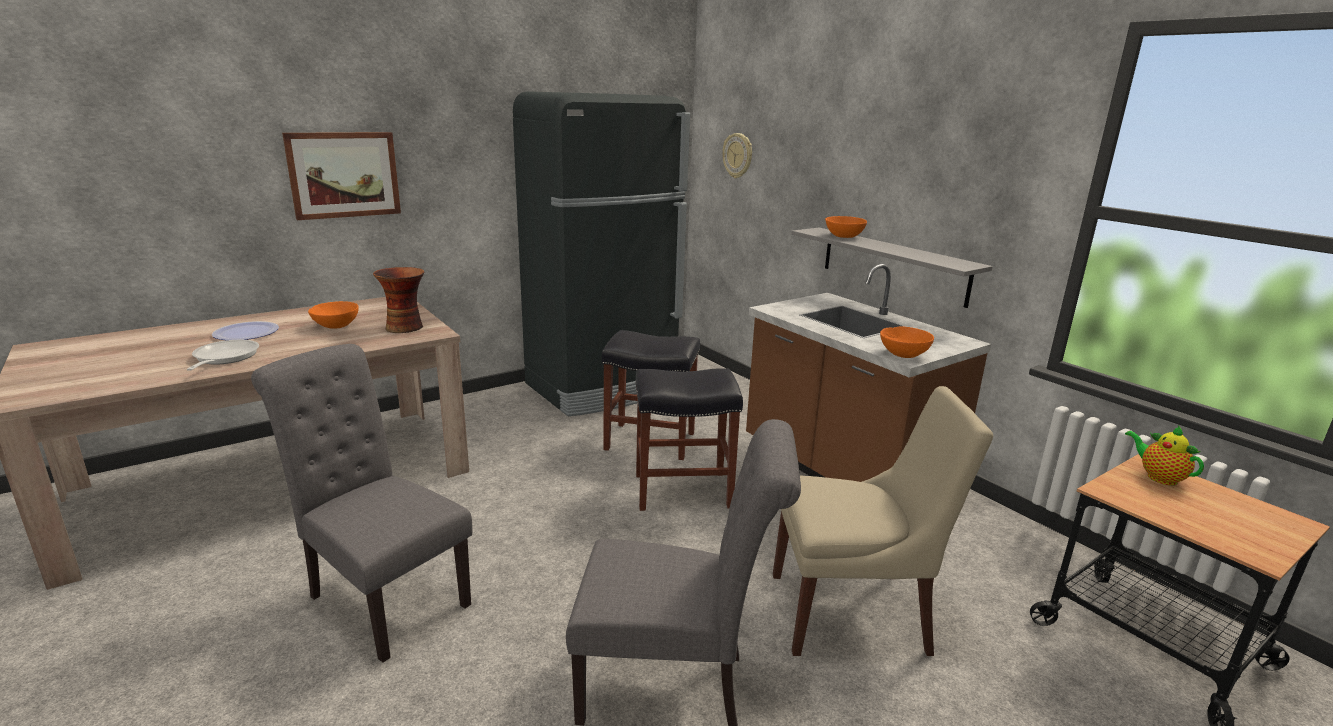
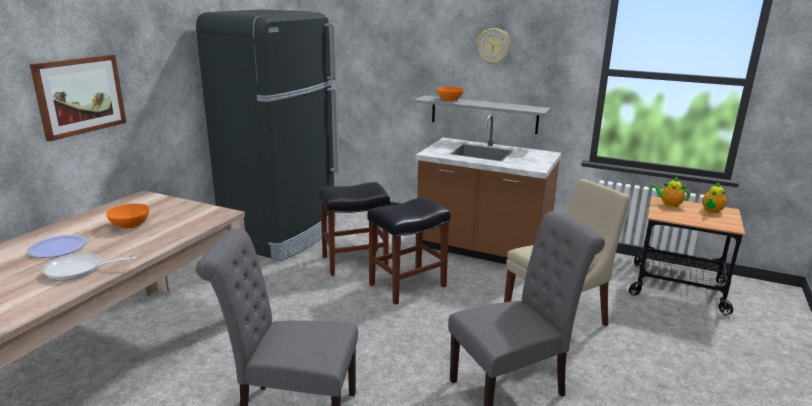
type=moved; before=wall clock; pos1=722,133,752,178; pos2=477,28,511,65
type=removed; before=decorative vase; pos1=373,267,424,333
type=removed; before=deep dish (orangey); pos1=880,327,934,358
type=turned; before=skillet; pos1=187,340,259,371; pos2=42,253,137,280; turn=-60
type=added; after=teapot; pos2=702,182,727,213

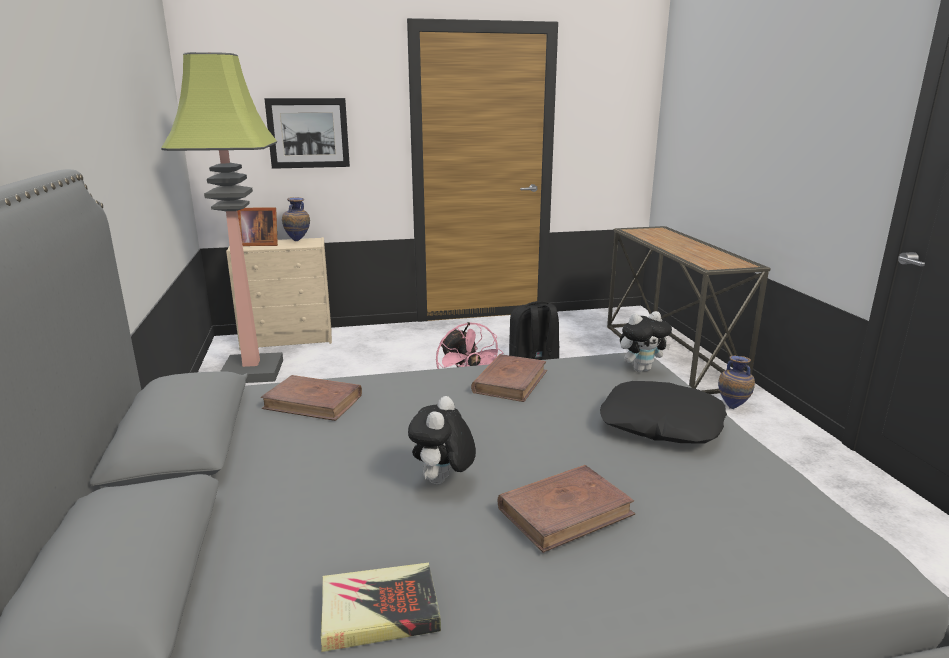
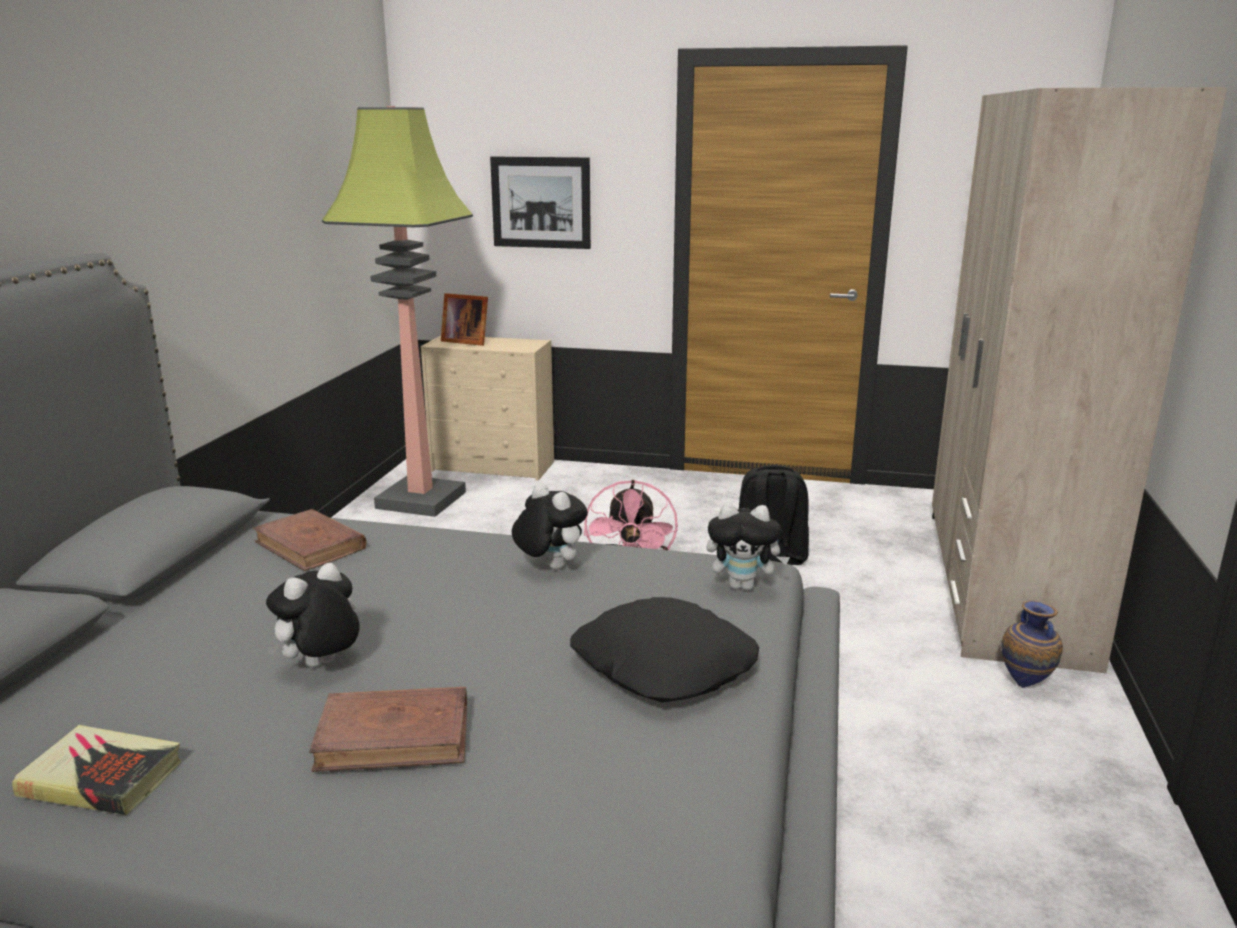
type=removed; before=decorative vase; pos1=282,197,310,241
type=replaced; before=narrow table; after=clothes cupboard (sand-coloured); pos1=607,226,771,394; pos2=932,87,1227,673
type=replaced; before=book (brown); after=soft toy; pos1=471,354,547,402; pos2=512,483,588,570

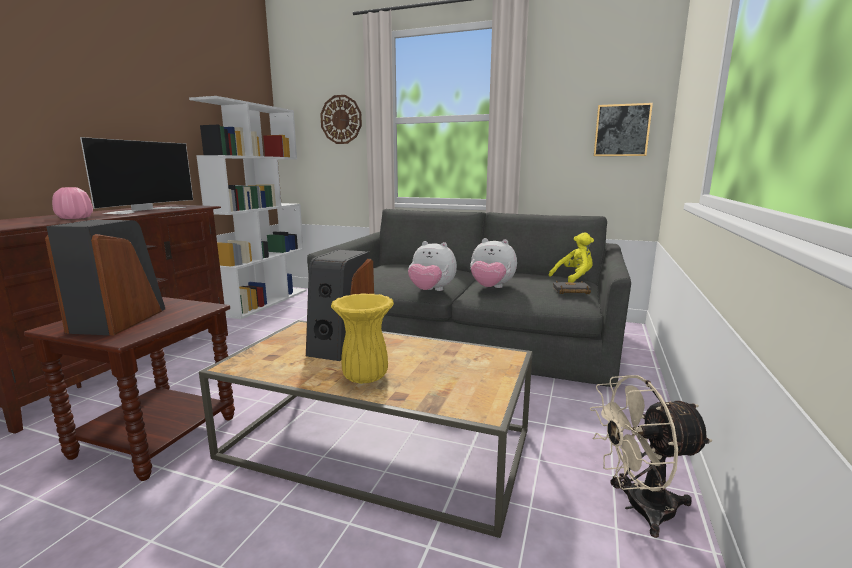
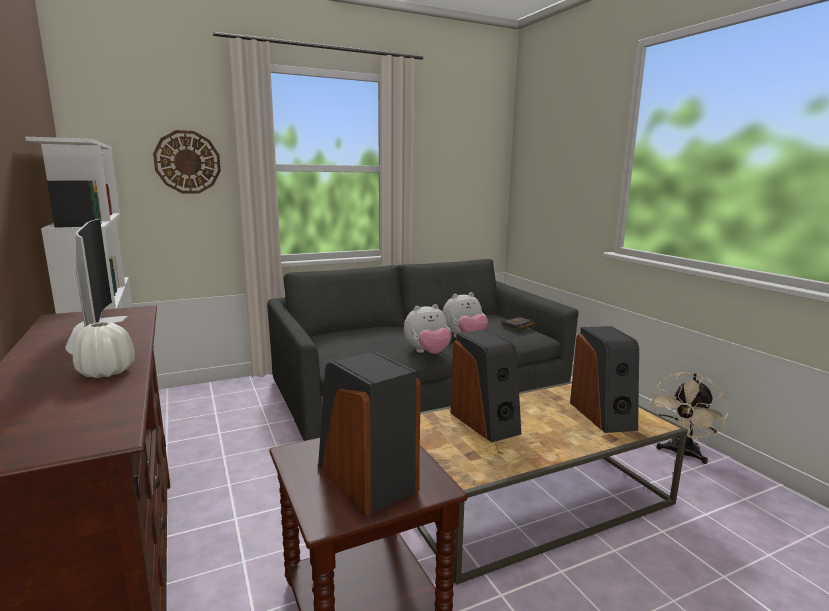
type=removed; before=wall picture; pos1=594,103,653,156
type=recoloured; before=decorative vase (pink-coloured); after=decorative vase (whitish); pos1=52,187,93,219; pos2=73,322,135,378
type=removed; before=soft toy (yellow); pos1=549,232,594,282
type=removed; before=decorative vase (yellow); pos1=331,293,394,384
type=added; after=audio speaker; pos2=570,326,639,433

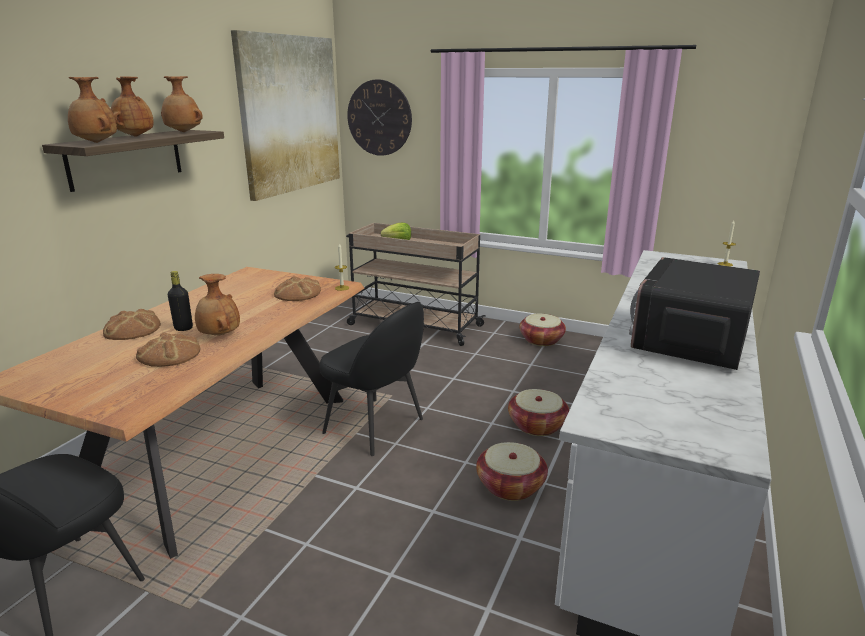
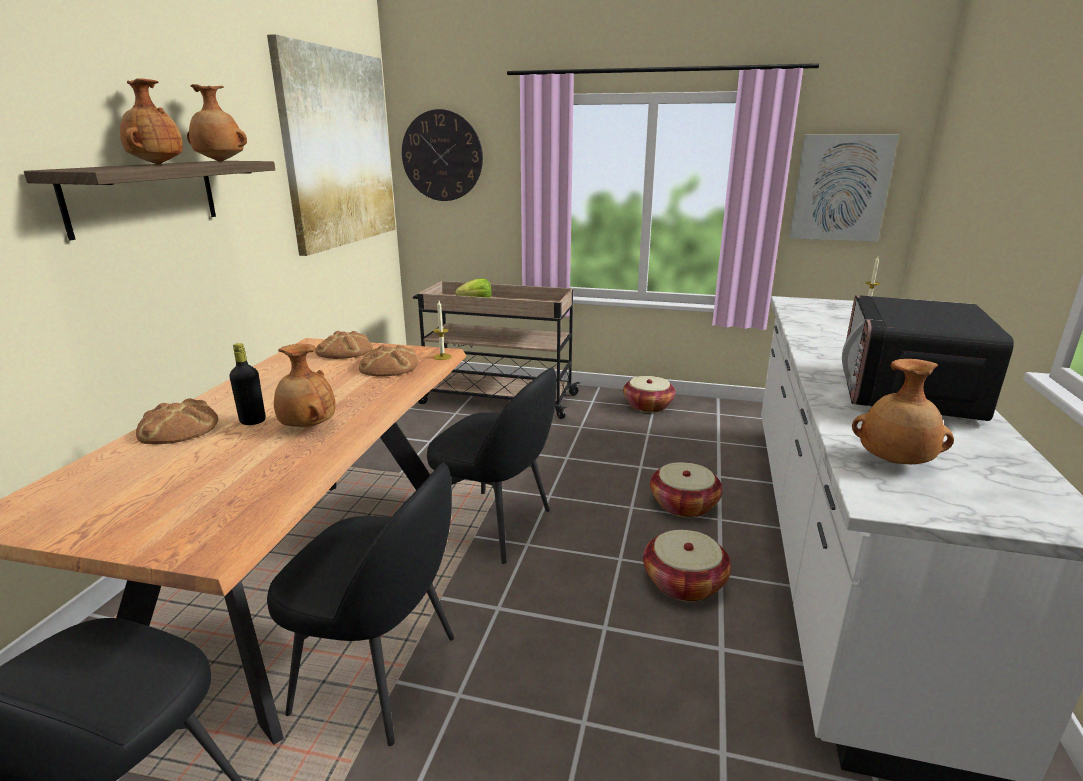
type=moved; before=decorative vase (brown); pos1=68,77,117,143; pos2=852,359,954,464
type=moved; before=bread; pos1=136,332,201,367; pos2=315,330,372,359
type=added; after=wall picture; pos2=789,135,899,241
type=added; after=upright chair (black-coloured); pos2=267,462,454,746

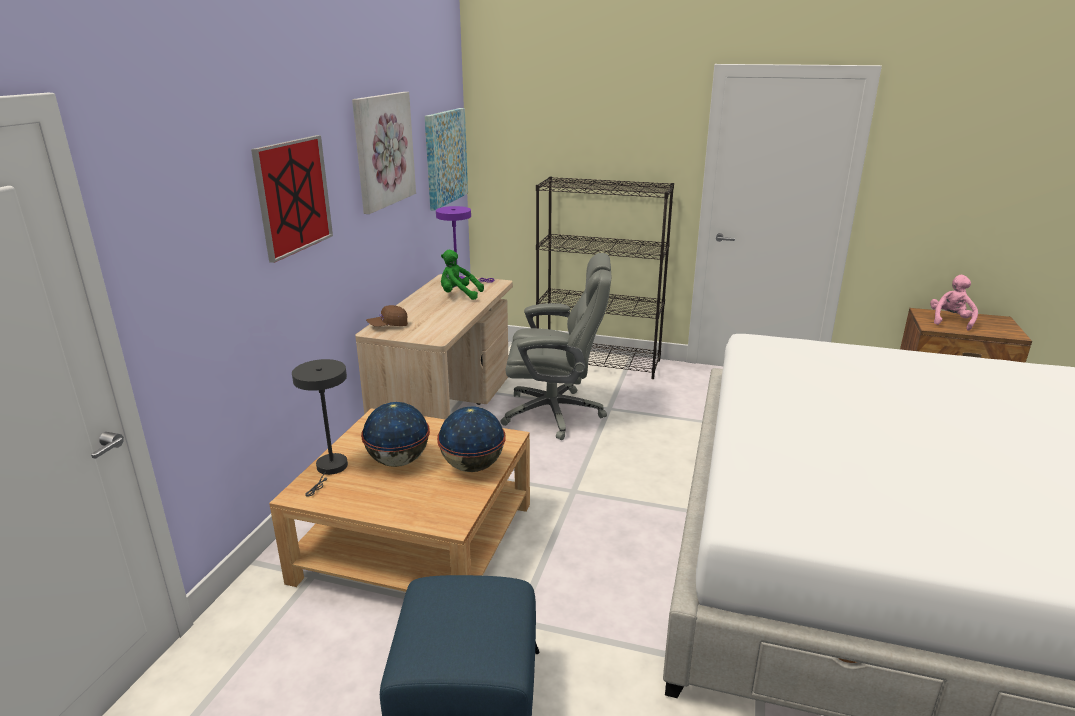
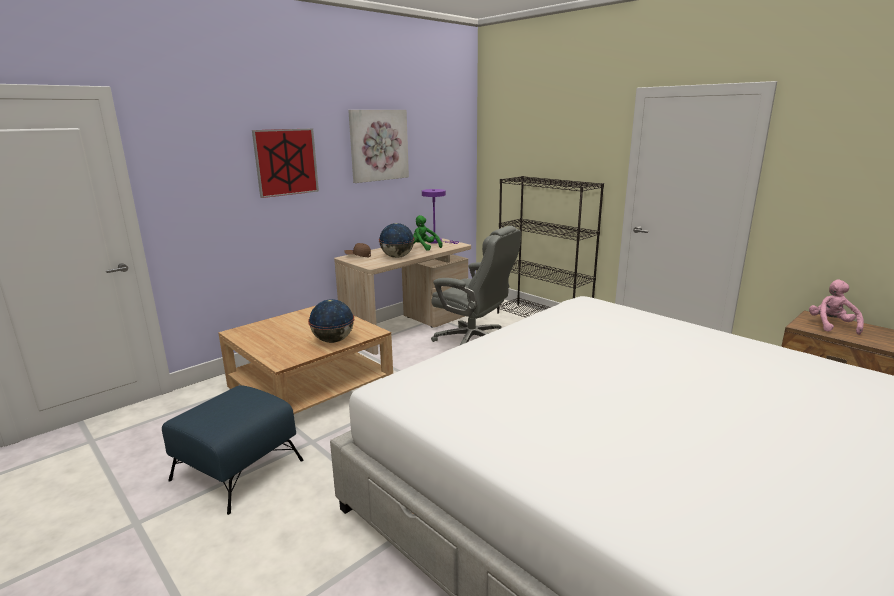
type=removed; before=wall picture; pos1=425,108,468,211
type=turned; before=soft toy (pink-coloured); pos1=930,275,978,331; pos2=809,280,864,335; turn=-45
type=removed; before=table lamp (gray); pos1=292,359,348,496
type=moved; before=world globe; pos1=361,402,430,467; pos2=379,223,415,258

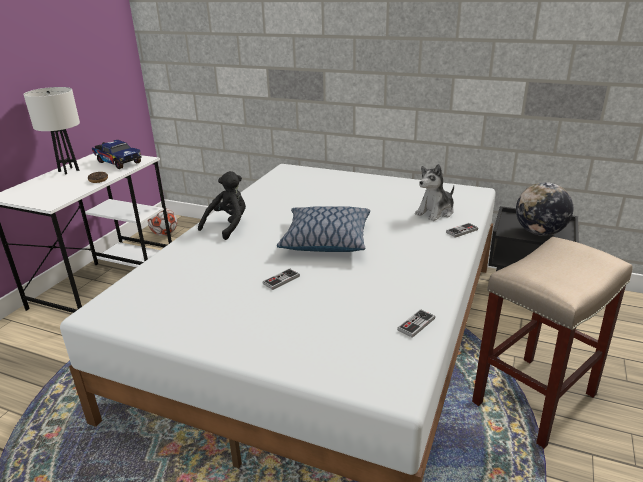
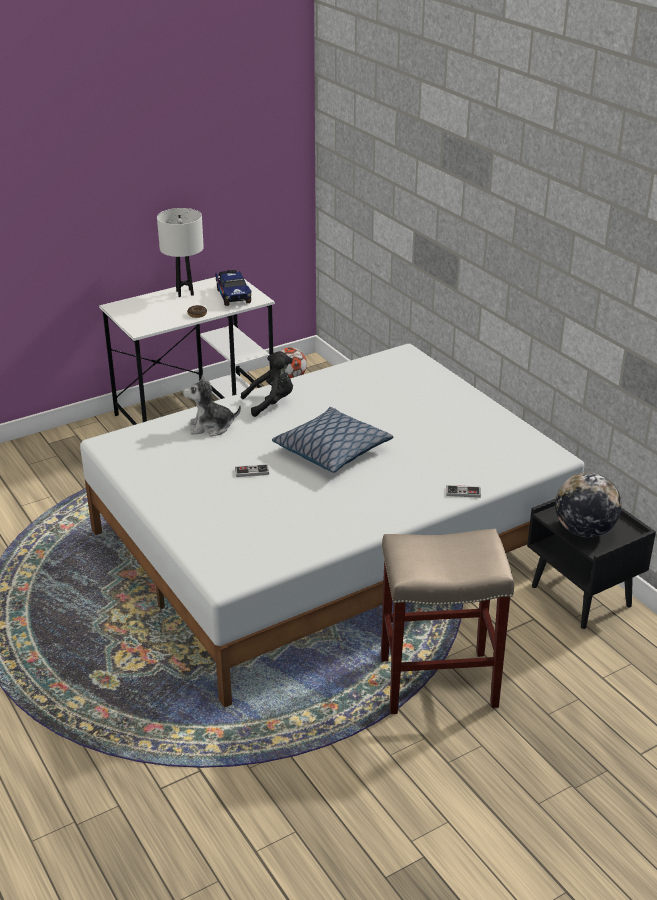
type=moved; before=soft toy; pos1=415,164,454,221; pos2=183,375,241,437
type=removed; before=joypad; pos1=397,309,435,338

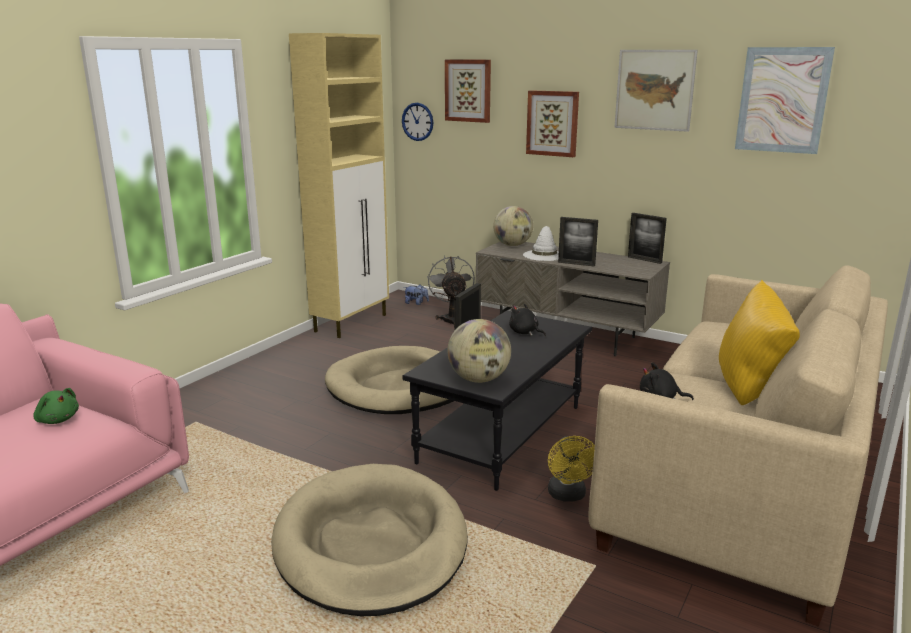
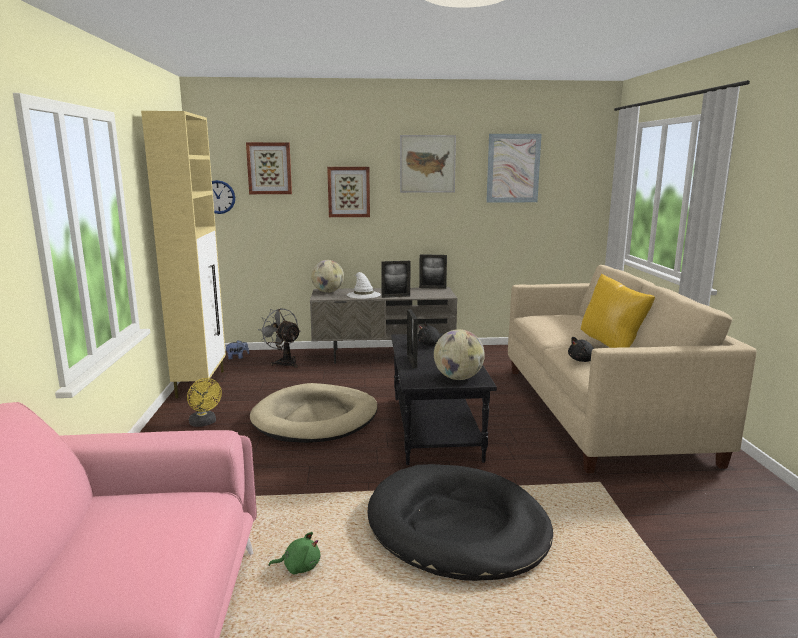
type=moved; before=soft toy (green-coloured); pos1=33,388,79,424; pos2=269,532,320,575
type=moved; before=fan (yellow); pos1=548,436,595,502; pos2=187,378,222,427
type=recoloured; before=dog cushion (sand-coloured); after=dog cushion (black-coloured); pos1=271,464,468,616; pos2=368,464,553,581

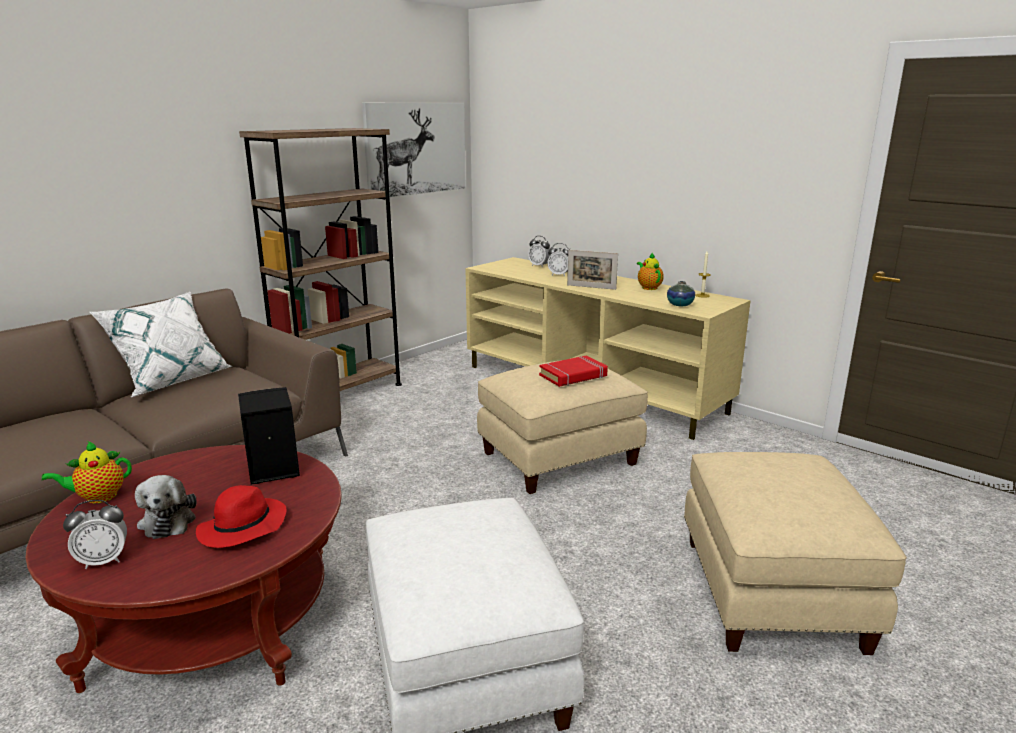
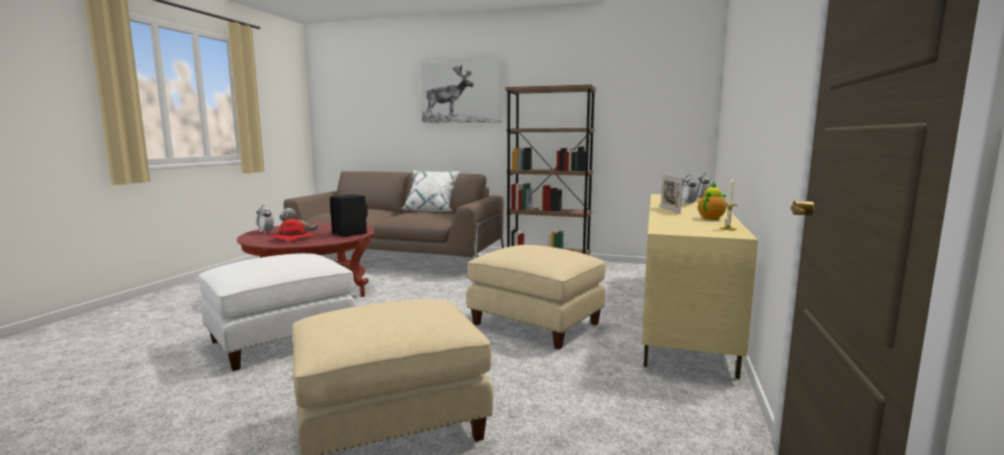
type=moved; before=wall picture; pos1=362,103,466,199; pos2=420,60,503,123
type=removed; before=decorative vase; pos1=667,281,695,306
type=removed; before=book (red-coloured); pos1=539,355,608,387
type=removed; before=teapot; pos1=42,441,132,503

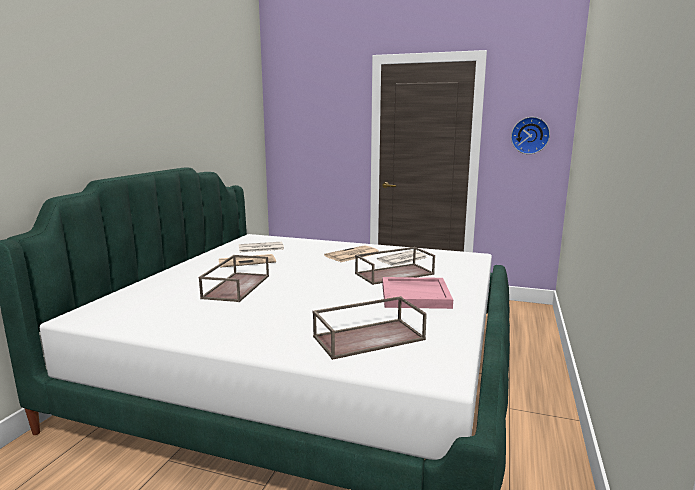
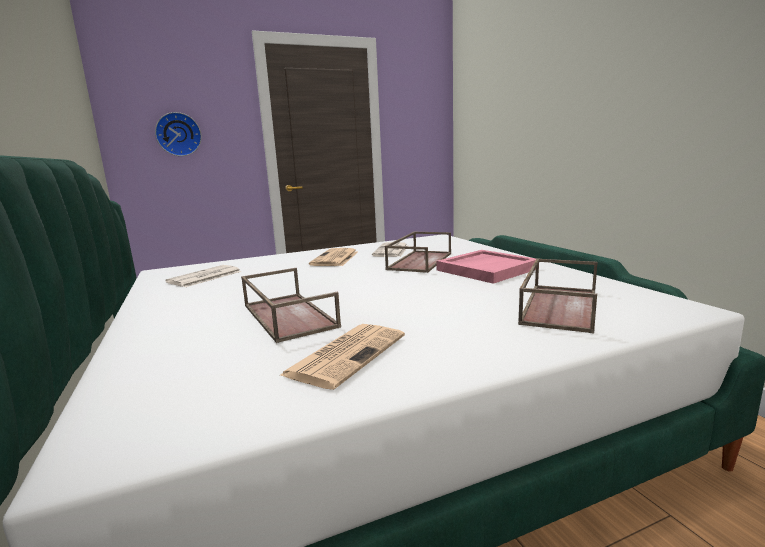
type=moved; before=wall clock; pos1=511,117,550,154; pos2=155,112,202,156
type=moved; before=printed paper; pos1=219,254,276,267; pos2=279,324,405,390

